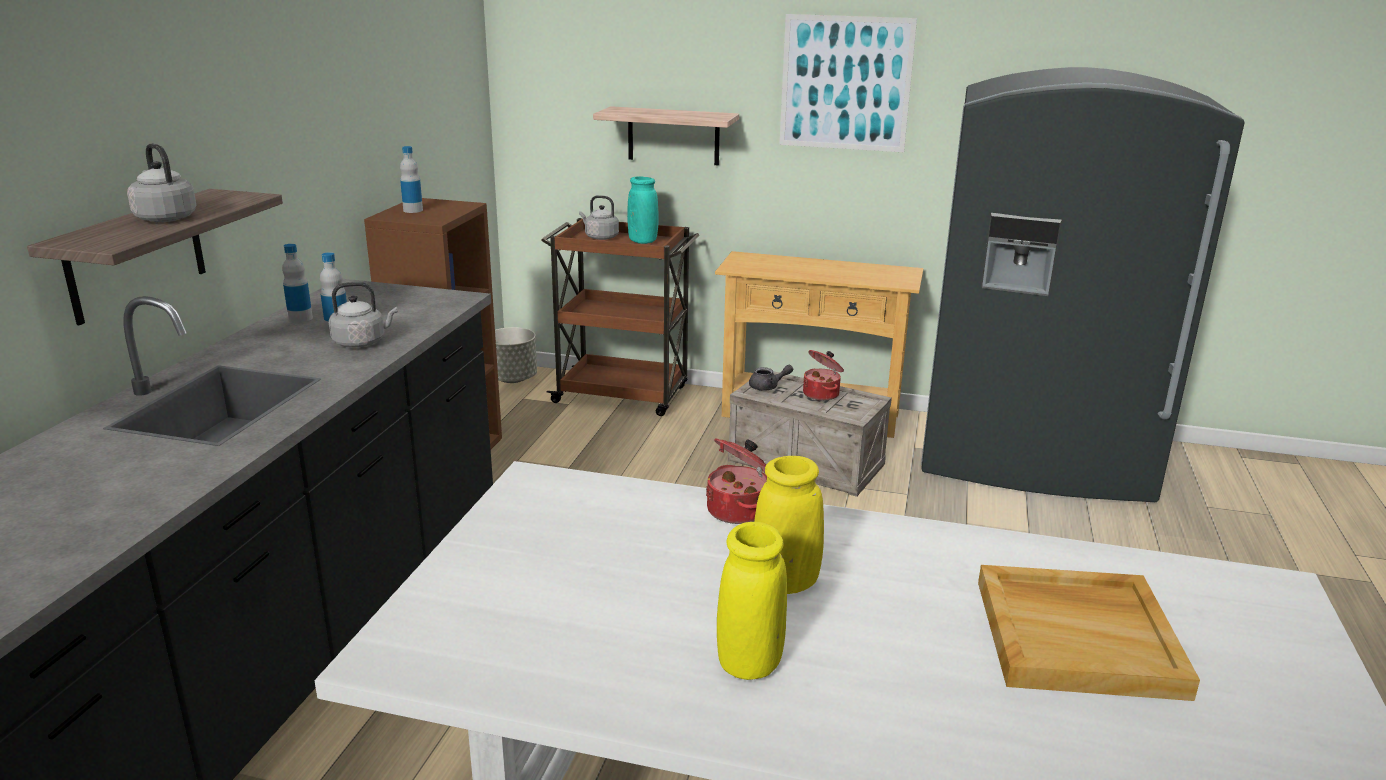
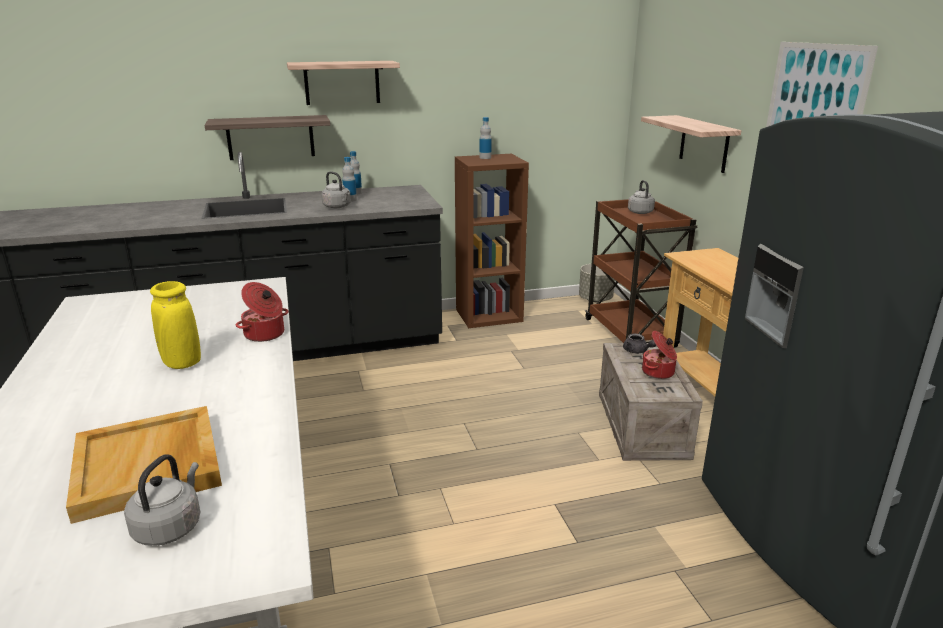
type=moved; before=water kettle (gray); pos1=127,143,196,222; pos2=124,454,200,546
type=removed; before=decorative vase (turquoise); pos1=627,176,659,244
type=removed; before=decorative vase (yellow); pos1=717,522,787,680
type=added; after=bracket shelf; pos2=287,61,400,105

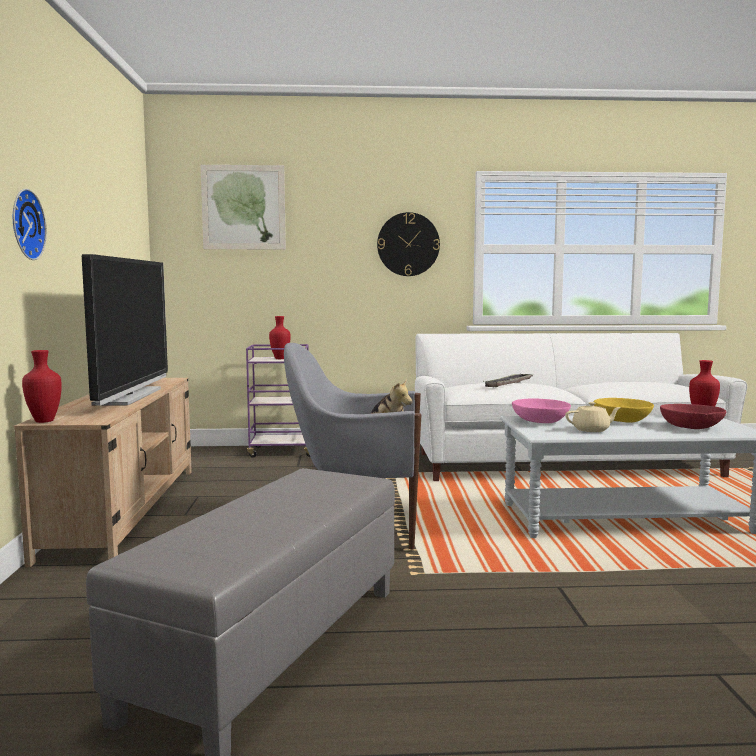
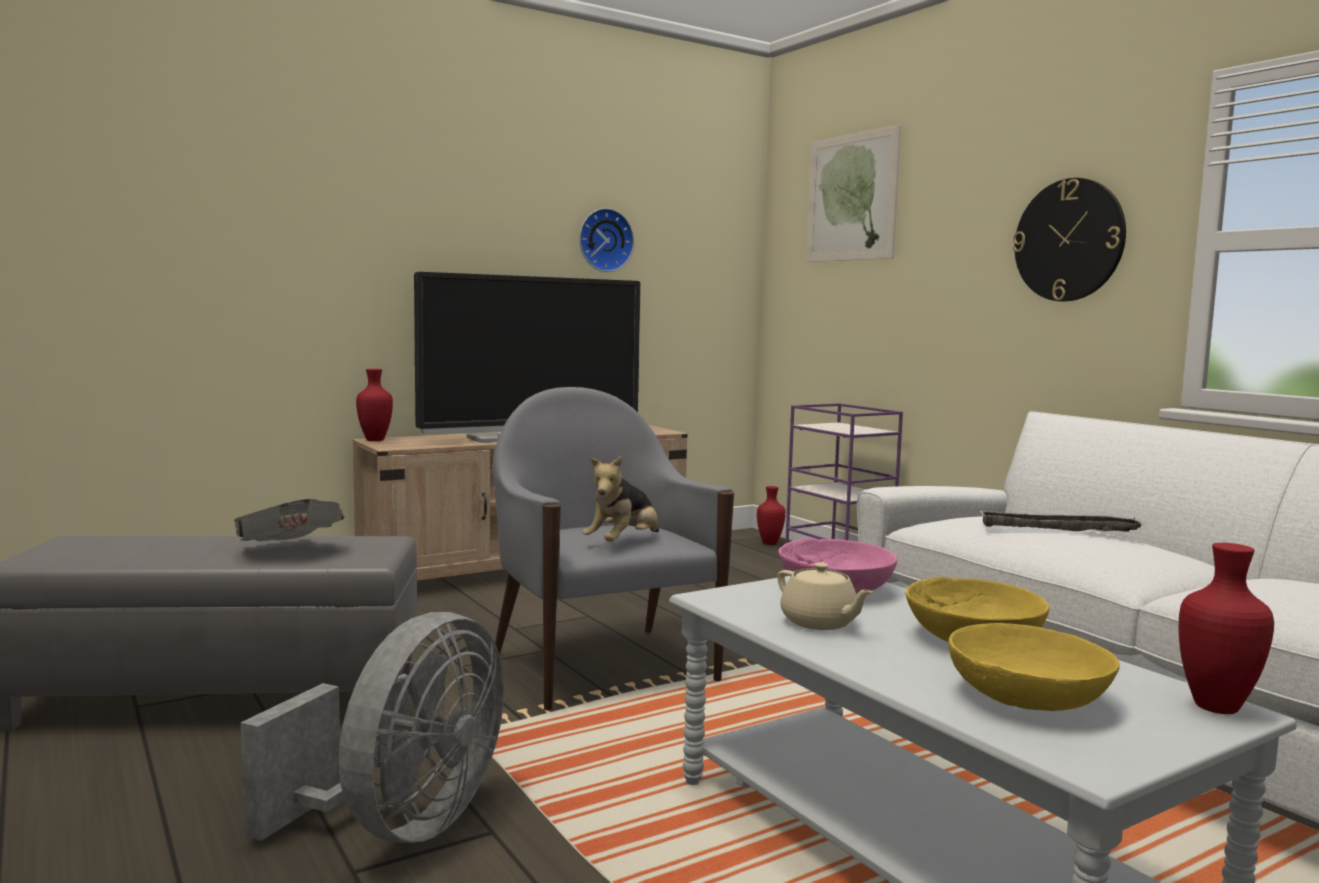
type=moved; before=wall clock; pos1=13,189,47,260; pos2=579,208,634,272
type=moved; before=decorative vase (red-coloured); pos1=269,316,291,359; pos2=757,486,786,545
type=recoloured; before=deep dish (red-coloured); after=deep dish (yellow); pos1=660,404,726,429; pos2=948,623,1120,711
type=added; after=printed paper; pos2=234,499,344,541
type=added; after=fan (gray); pos2=241,612,504,843

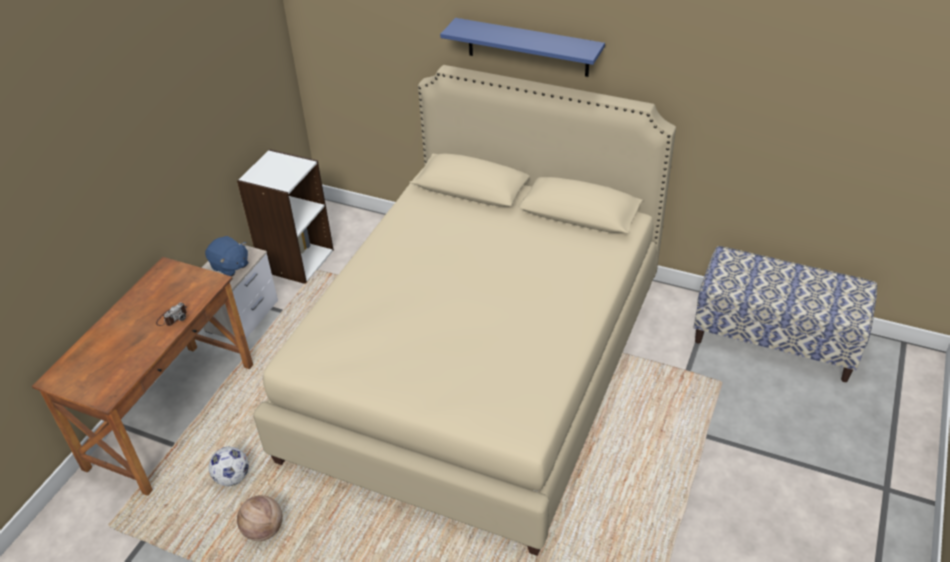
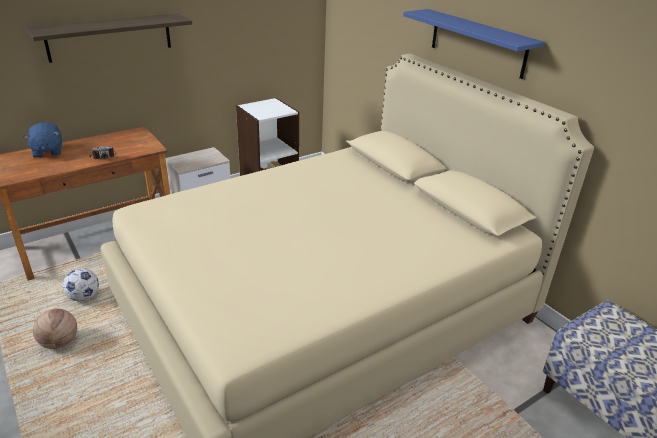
type=moved; before=soft toy (blue-coloured); pos1=205,236,249,276; pos2=23,122,62,158
type=added; after=bracket shelf; pos2=26,13,192,63

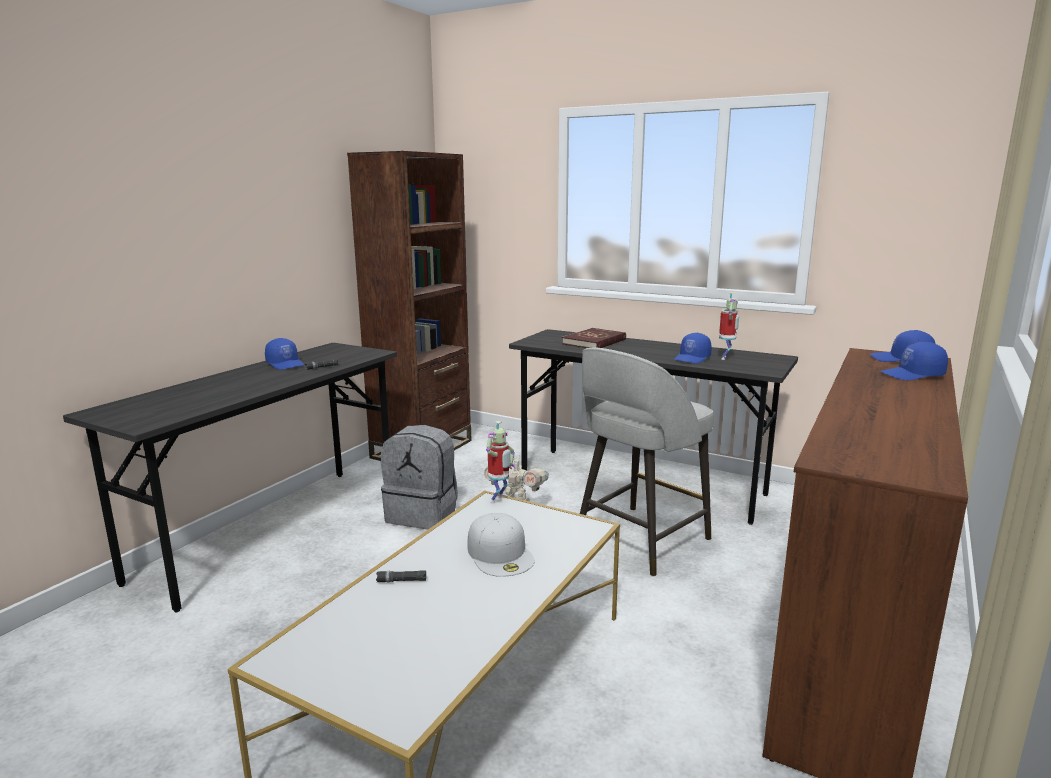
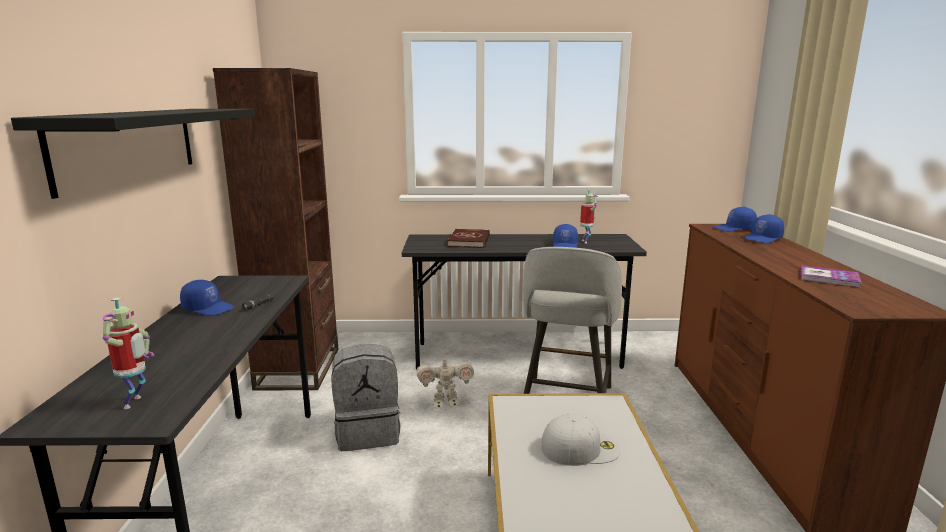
type=moved; before=robot figure; pos1=486,421,516,504; pos2=102,297,154,409
type=turned; before=cap (whitish); pos1=467,513,535,577; pos2=541,414,620,466; turn=-45
type=removed; before=flashlight (black-coloured); pos1=376,570,426,583
type=added; after=bracket shelf (black-coloured); pos2=11,109,255,199
type=added; after=book; pos2=801,266,861,288

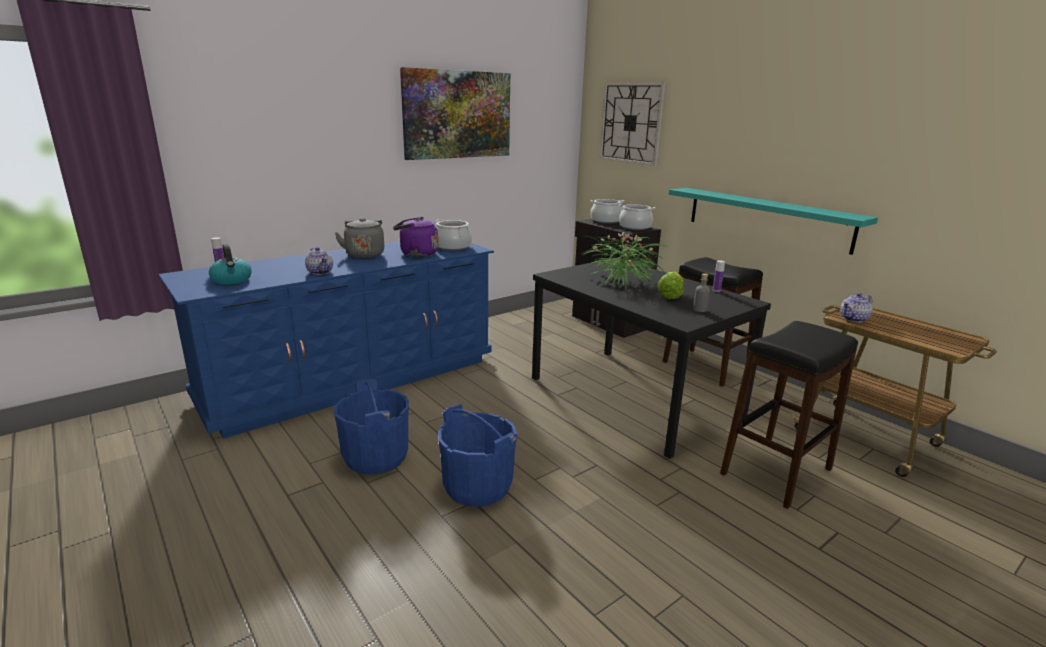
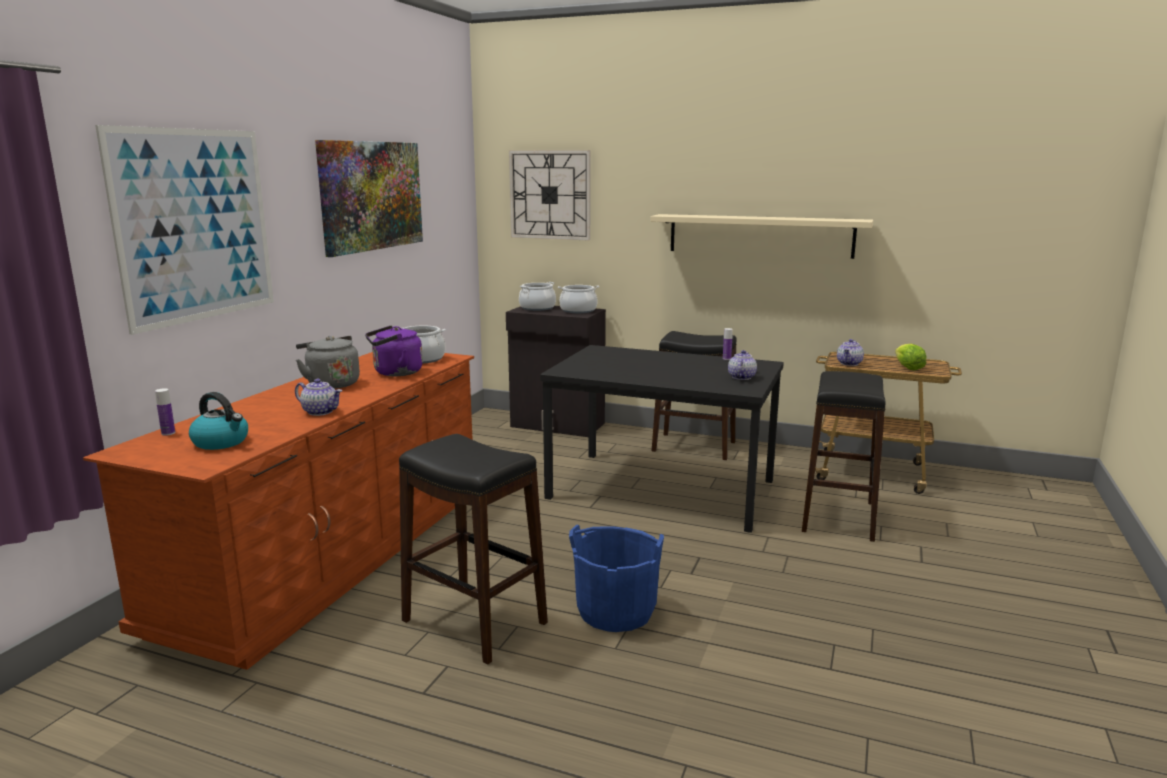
type=removed; before=bracket shelf (turquoise); pos1=669,188,878,255
type=removed; before=potted plant; pos1=580,232,668,290
type=recoloured; before=drawer chest (blue-coloured); after=drawer chest (brown); pos1=158,241,494,439; pos2=83,352,474,670
type=moved; before=lettuce; pos1=657,272,684,299; pos2=895,344,927,370
type=replaced; before=drink bottle (gray); after=teapot; pos1=693,274,710,312; pos2=728,350,757,380
type=replaced; before=water bucket (blue-coloured); after=sitting stool (black-coloured); pos1=334,379,409,475; pos2=399,434,548,665
type=added; after=wall picture; pos2=95,125,274,335
type=added; after=bracket shelf (sand-coloured); pos2=650,214,873,259

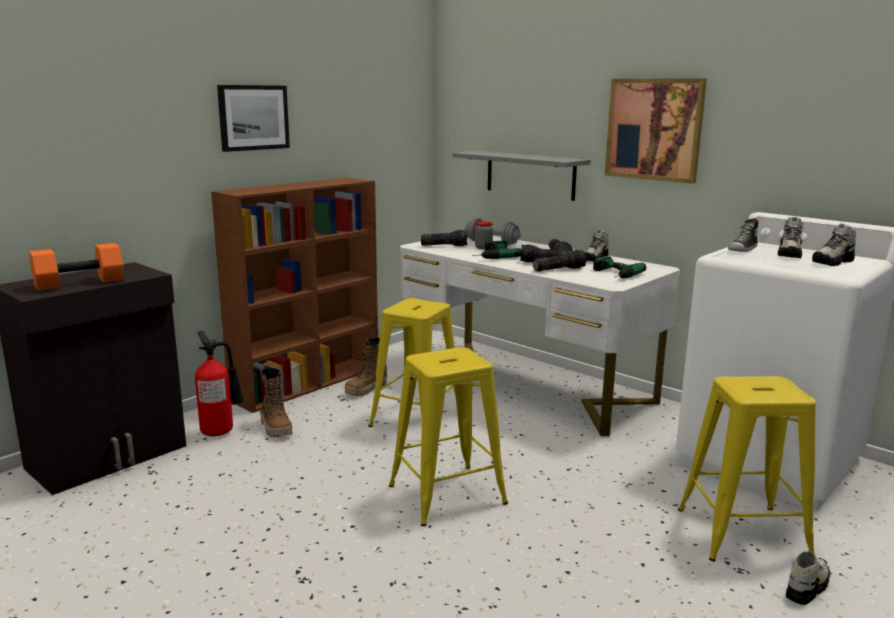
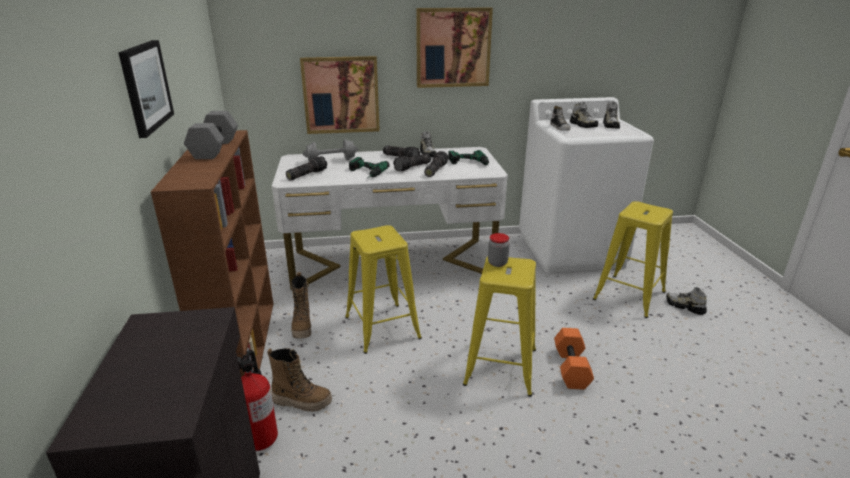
type=replaced; before=bracket shelf (gray); after=wall picture; pos1=453,151,591,201; pos2=300,56,380,134
type=moved; before=jar; pos1=475,222,493,249; pos2=488,233,510,267
type=moved; before=dumbbell (orangey); pos1=29,243,124,291; pos2=554,328,594,390
type=turned; before=item of footwear; pos1=786,551,830,605; pos2=666,287,707,315; turn=-45
type=added; after=dumbbell (gray); pos2=184,111,238,159

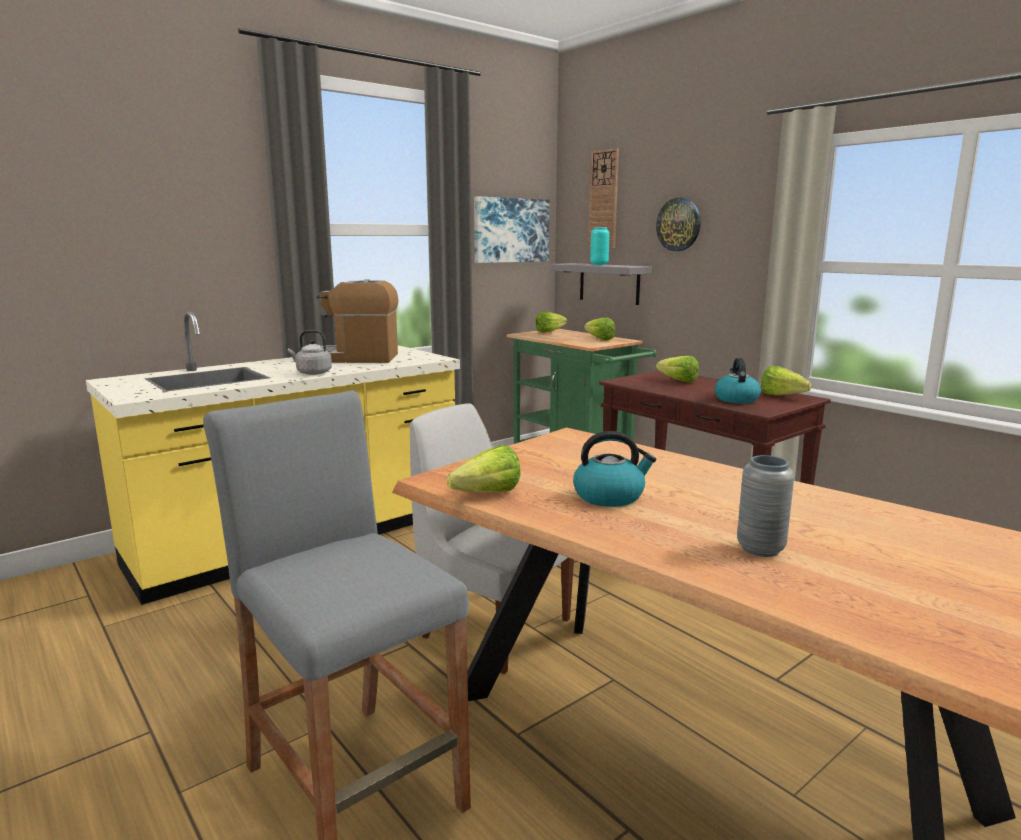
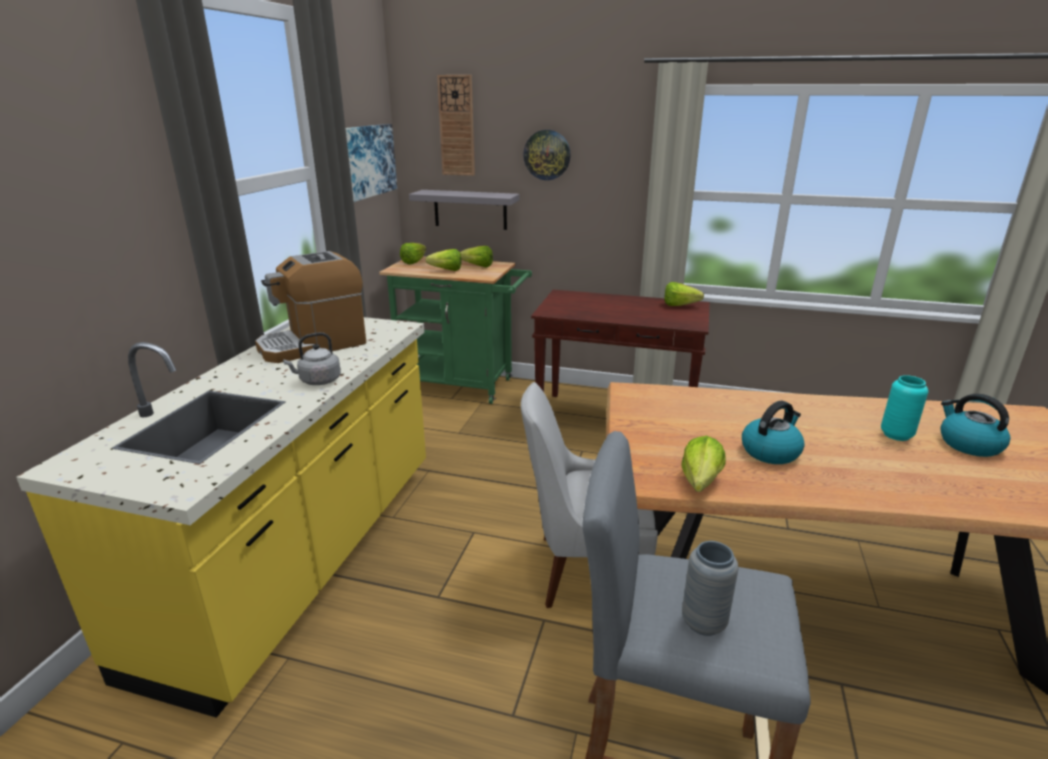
type=moved; before=decorative vase (turquoise); pos1=590,228,610,265; pos2=881,375,928,441
type=moved; before=lettuce; pos1=656,356,699,383; pos2=426,249,461,271
type=moved; before=water kettle; pos1=715,358,761,404; pos2=941,394,1010,457
type=moved; before=decorative vase (gray); pos1=737,455,794,557; pos2=682,541,739,636

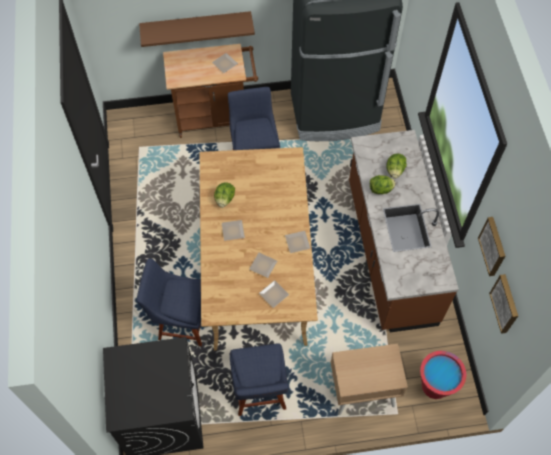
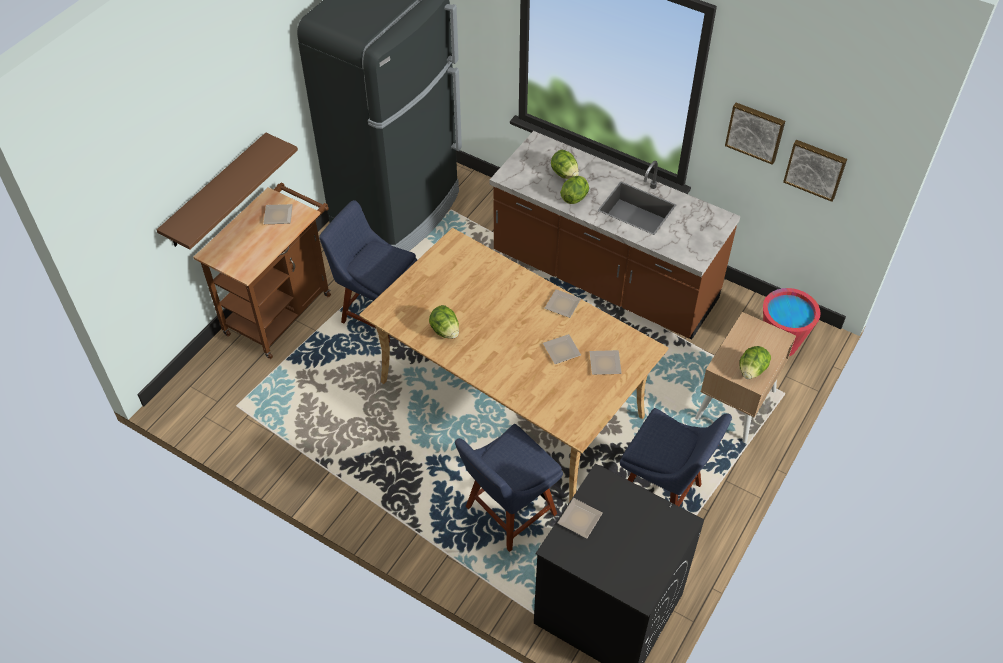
type=moved; before=flat dish; pos1=222,220,245,241; pos2=558,498,603,538
type=added; after=lettuce; pos2=739,346,771,379

